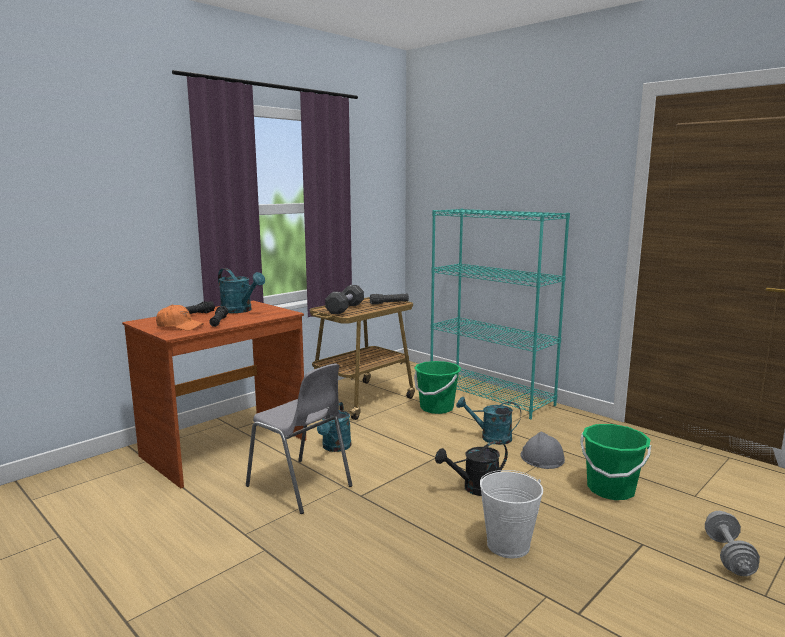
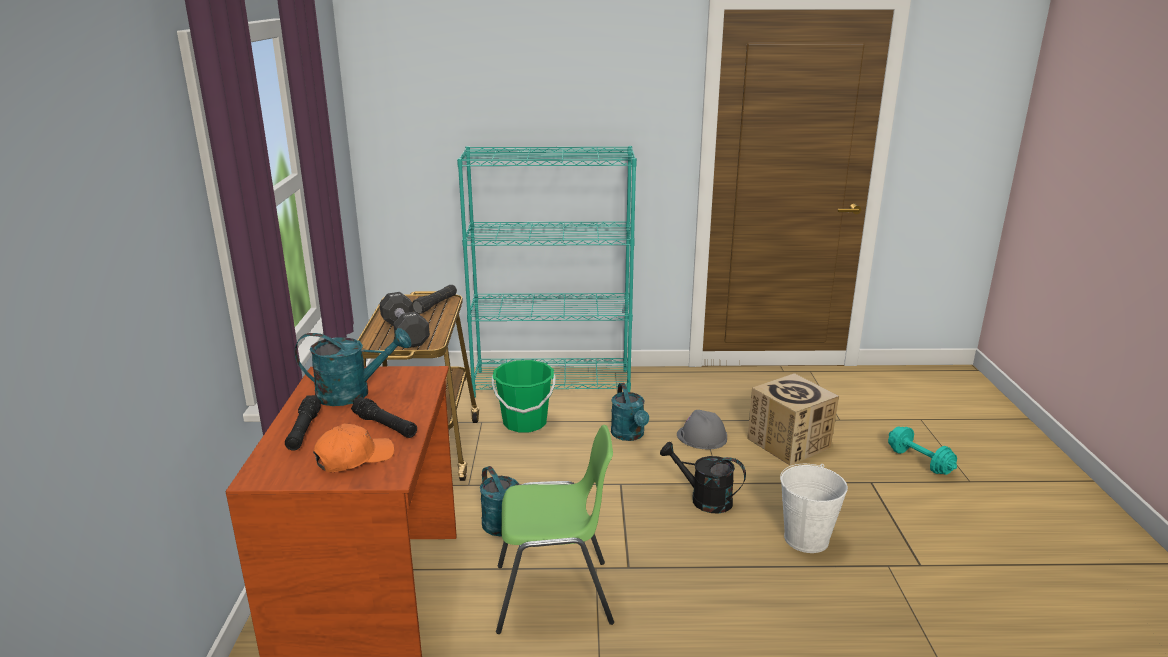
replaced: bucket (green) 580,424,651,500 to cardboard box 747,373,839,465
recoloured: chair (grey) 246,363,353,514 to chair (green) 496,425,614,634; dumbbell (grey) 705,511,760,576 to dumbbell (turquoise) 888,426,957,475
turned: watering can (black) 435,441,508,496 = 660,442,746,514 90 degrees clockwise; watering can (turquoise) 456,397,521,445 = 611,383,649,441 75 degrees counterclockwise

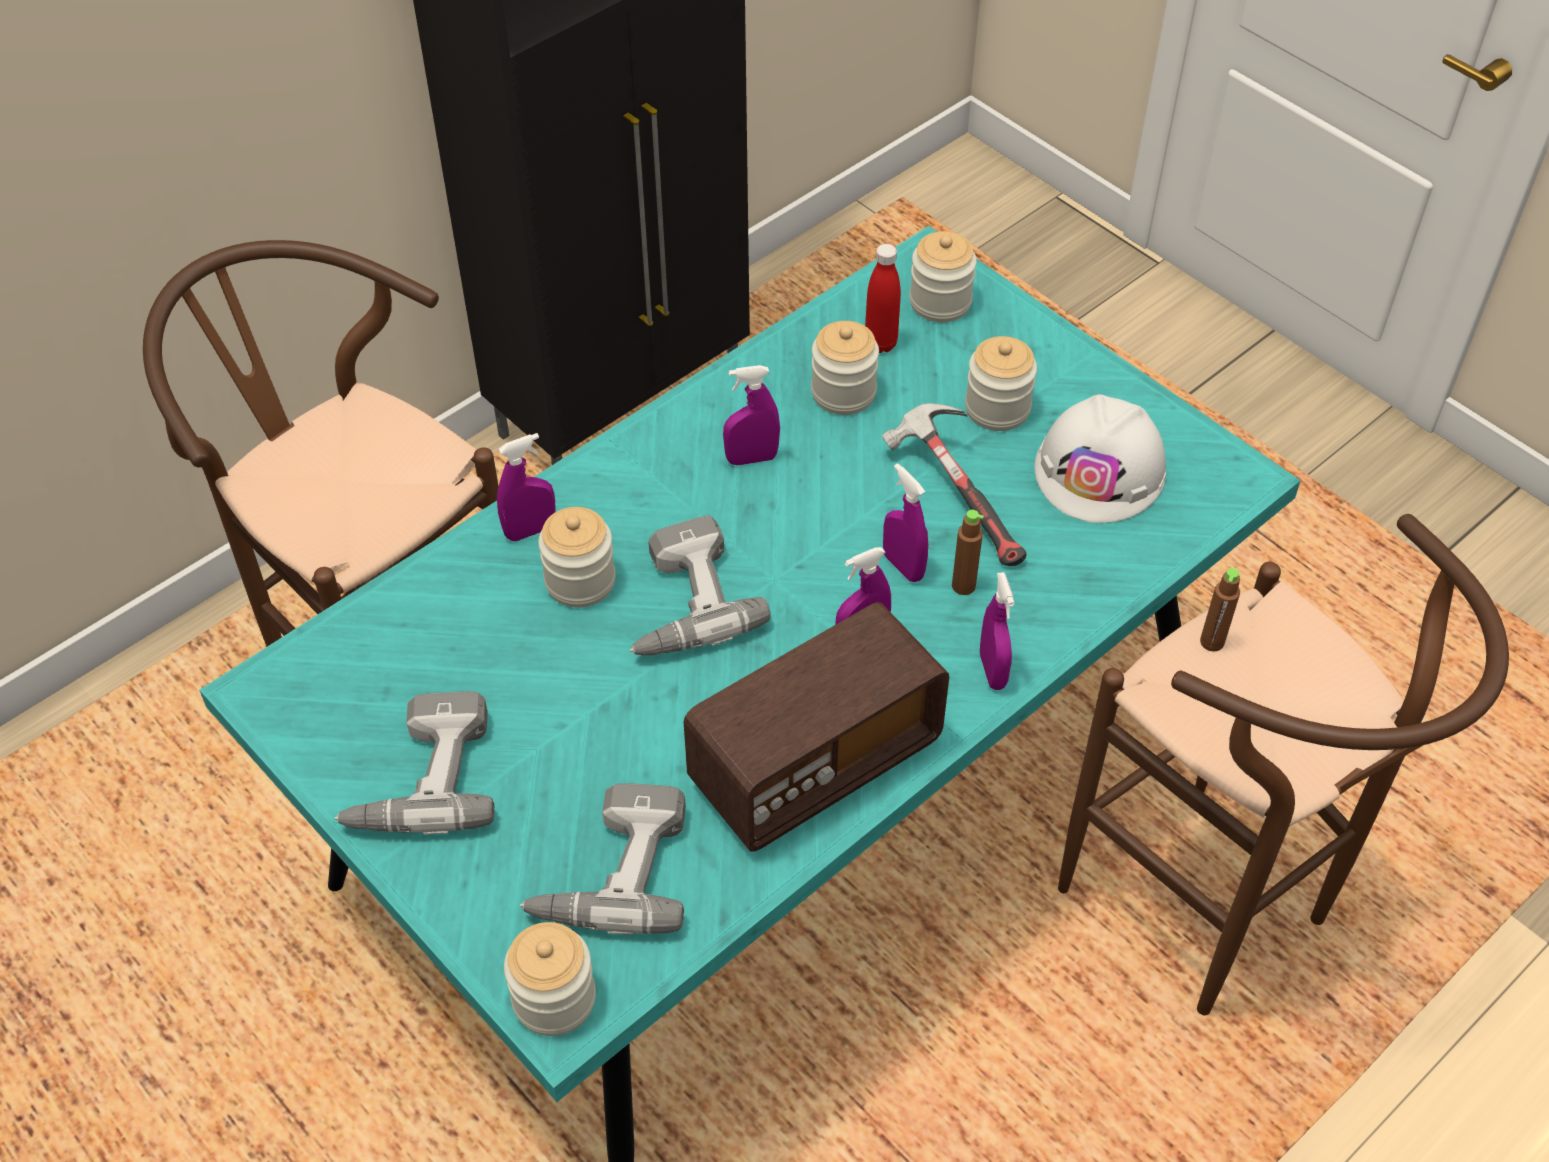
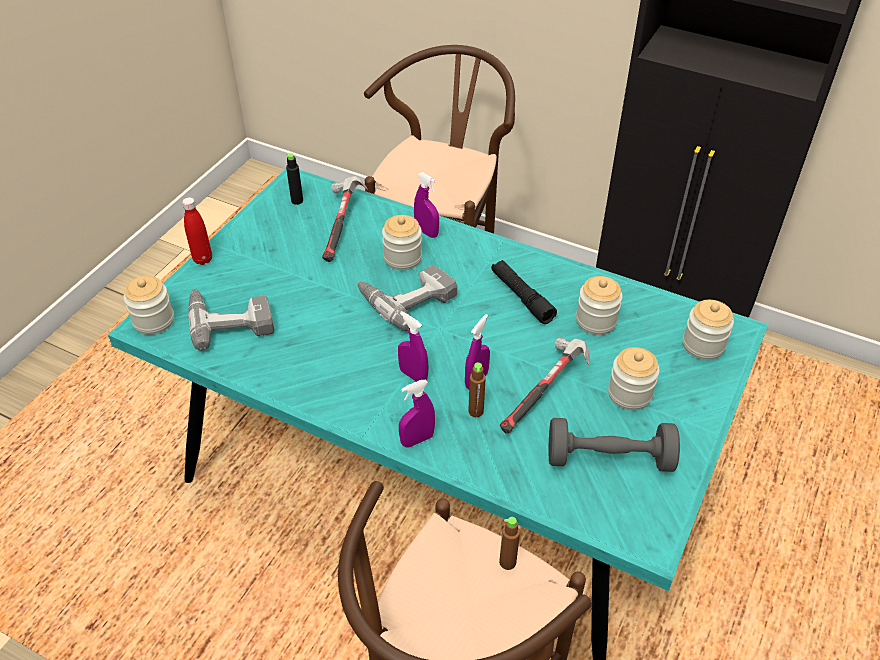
removed: power drill 334,691,494,835; radio 684,602,949,851
added: bottle (black) 286,153,303,205; hammer 322,176,368,262
moved: bottle (red) 865,244,901,353 to 182,197,212,265
replaced: spray bottle (purple) 723,365,780,465 to flashlight (black) 491,260,557,324; hard hat (white) 1034,394,1166,523 to dumbbell (grey) 549,418,680,472

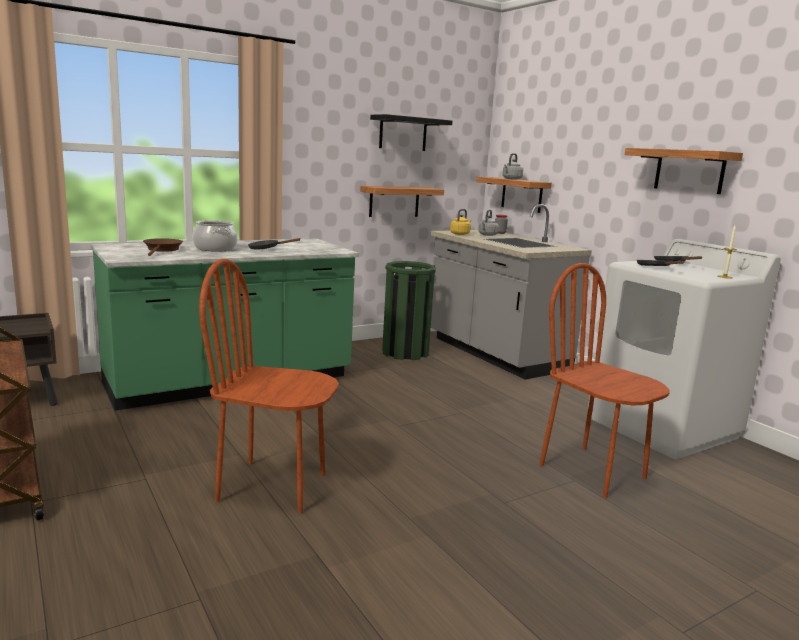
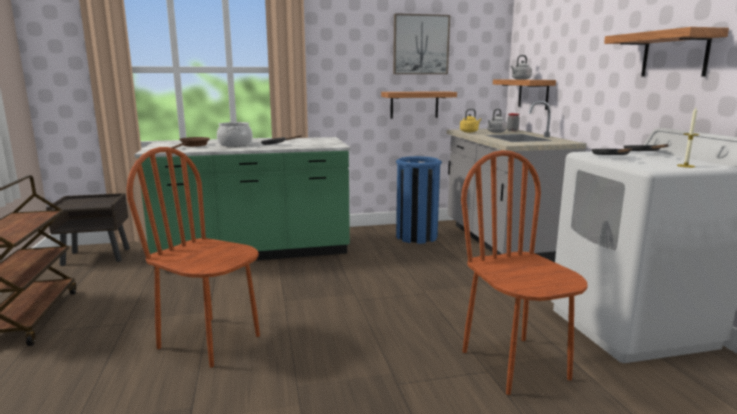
replaced: shelf (black) 370,114,452,151 to picture 393,13,450,74
recoloured: trash can (green) 382,261,436,360 to trash can (blue) 396,156,442,244

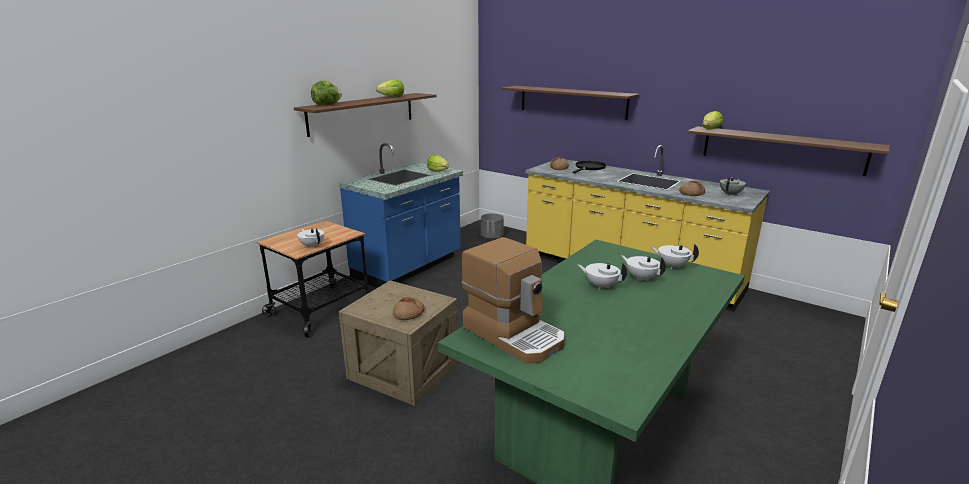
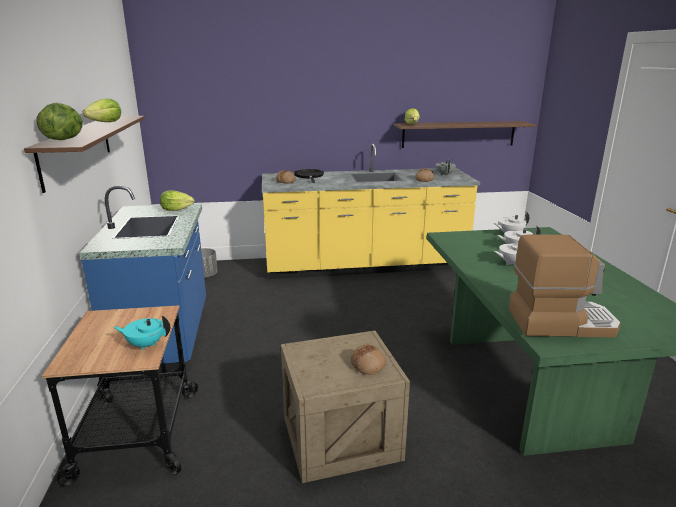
removed: shelf (brown) 501,86,640,120
recoloured: teapot (white) 297,228,324,248 to teapot (turquoise) 114,315,170,350

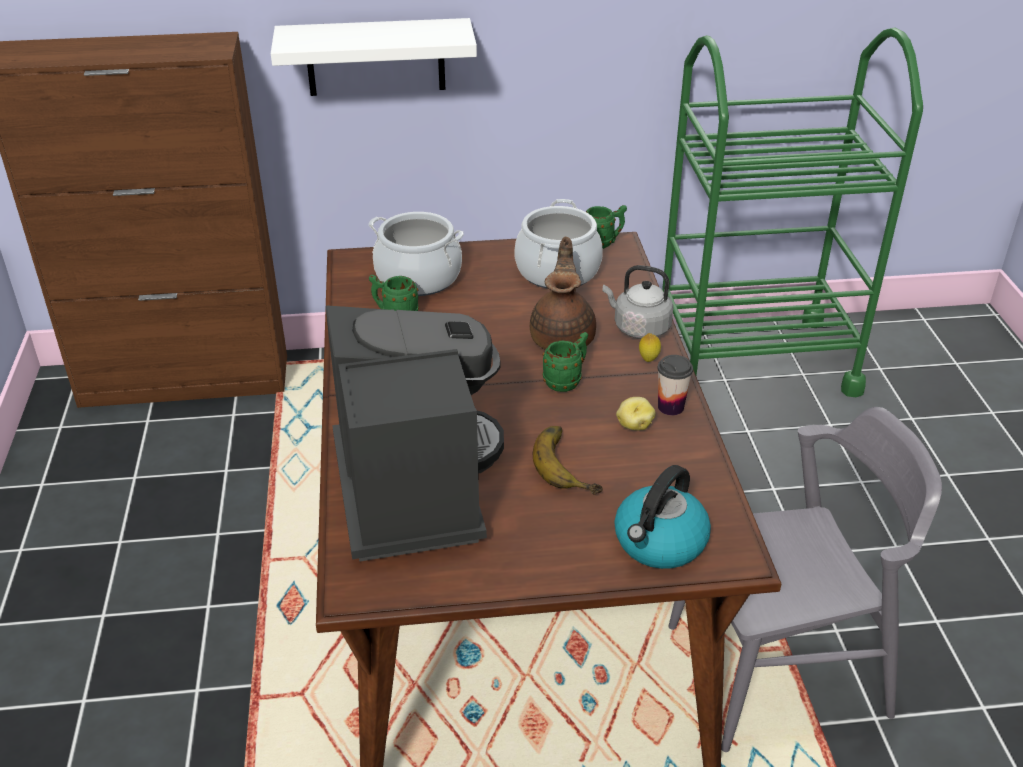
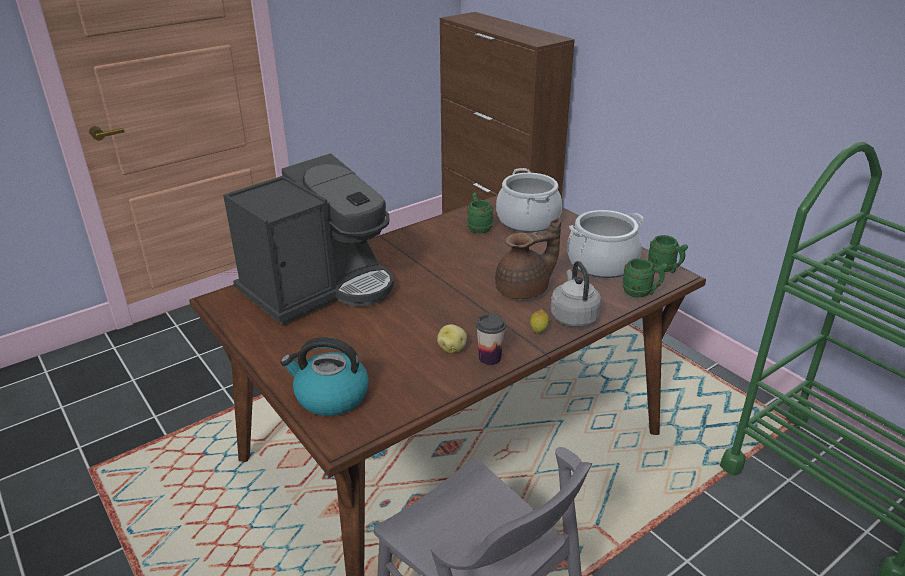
removed: shelf (white) 271,18,477,96; banana 533,426,603,495
moved: mug (green) 543,332,588,392 to 622,258,668,297

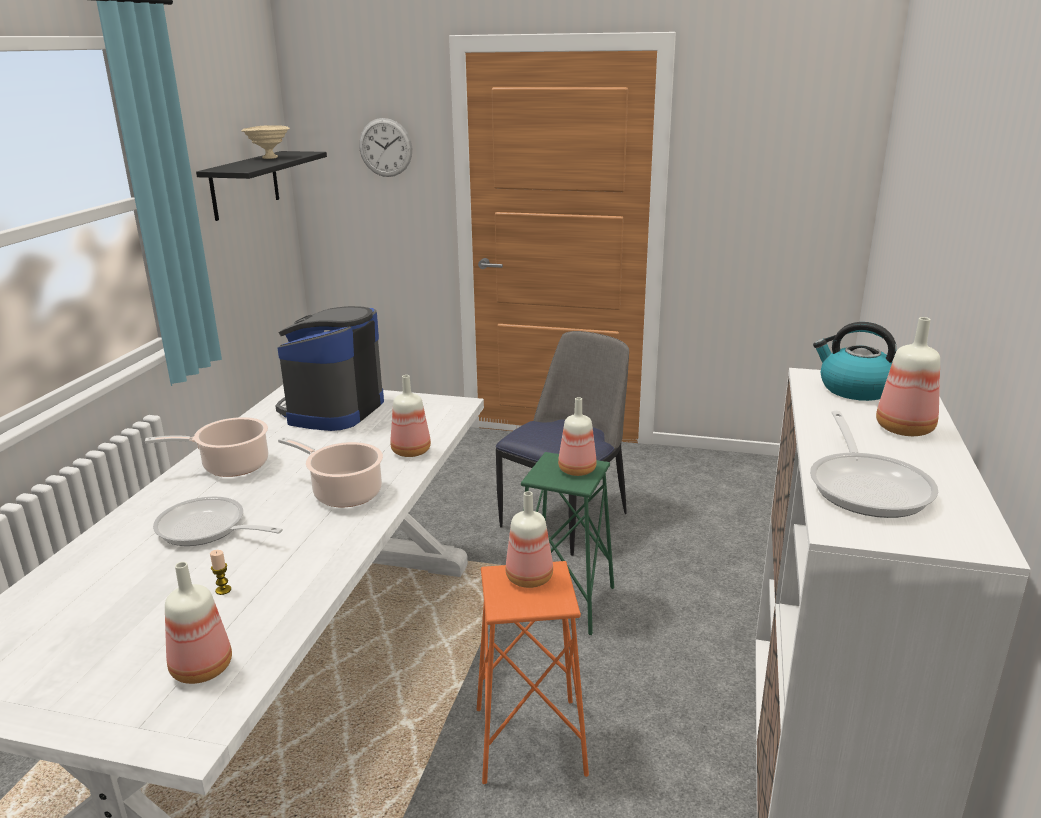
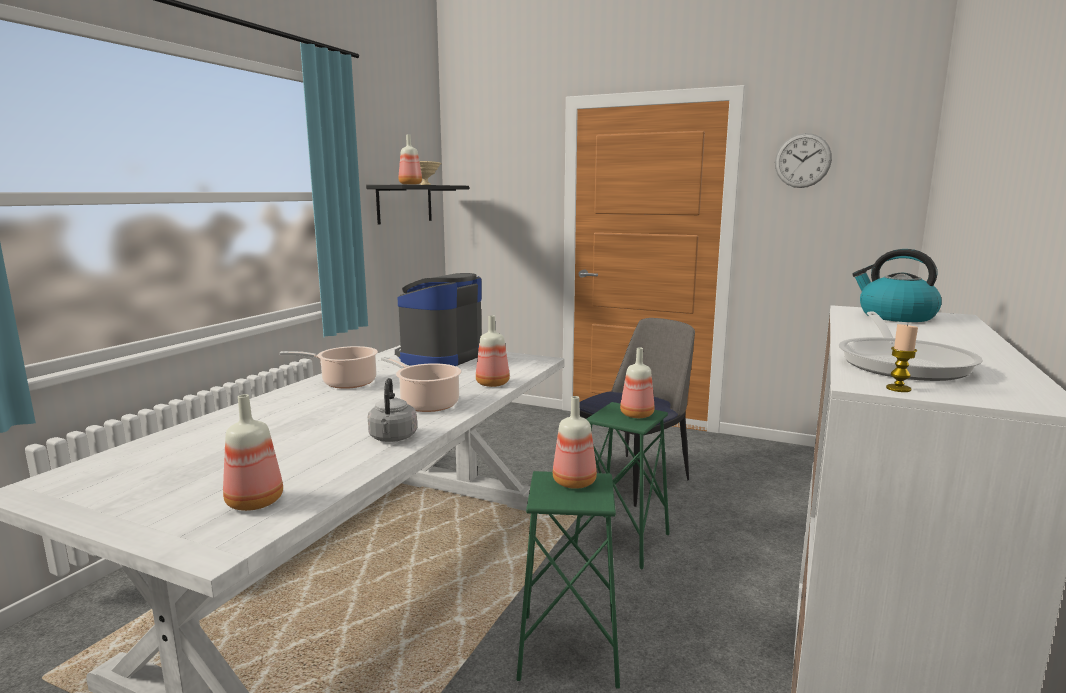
removed: frying pan 153,496,283,546
added: kettle (grey) 368,378,417,442
moved: candle 210,550,231,595 to 886,324,918,392; wall clock 359,118,412,177 to 775,133,832,188; bottle 876,317,940,436 to 399,134,422,185
recoloured: stool (orange) 477,561,589,784 to stool (green) 516,471,620,689

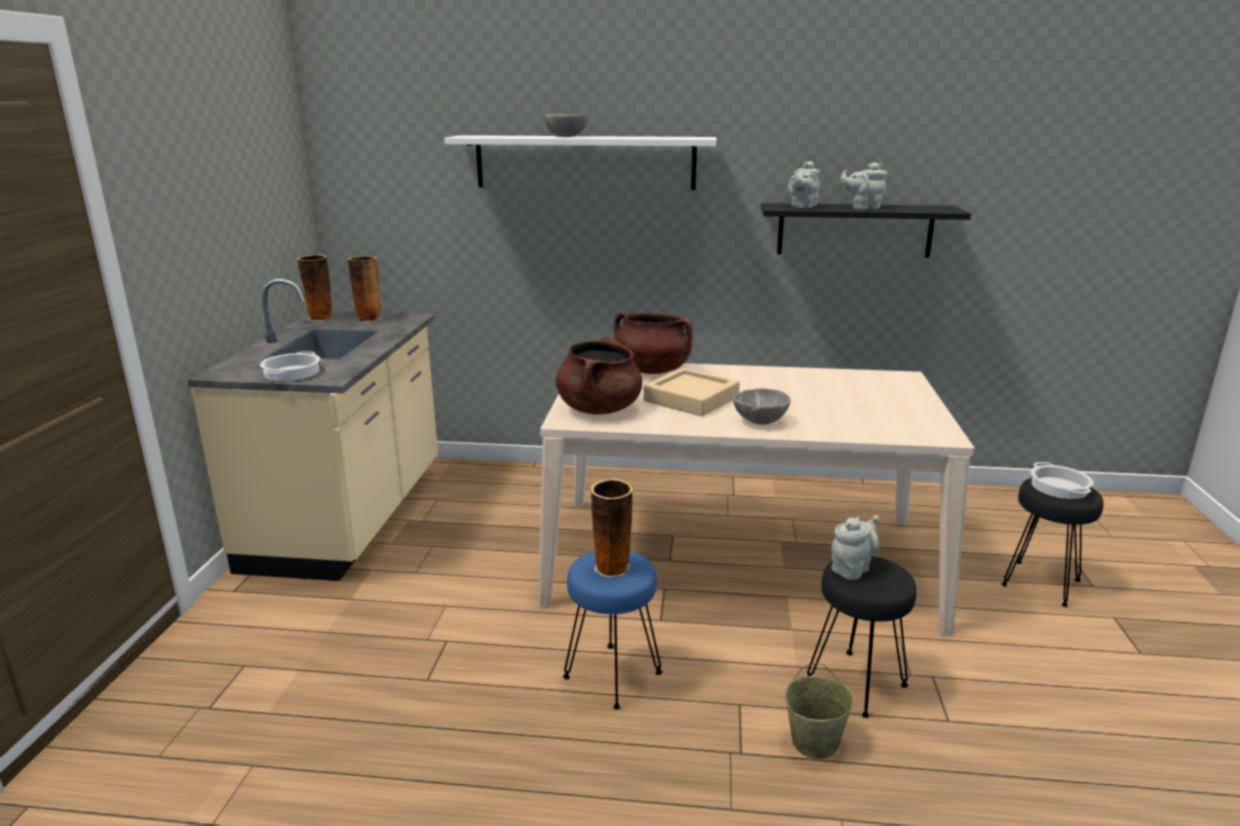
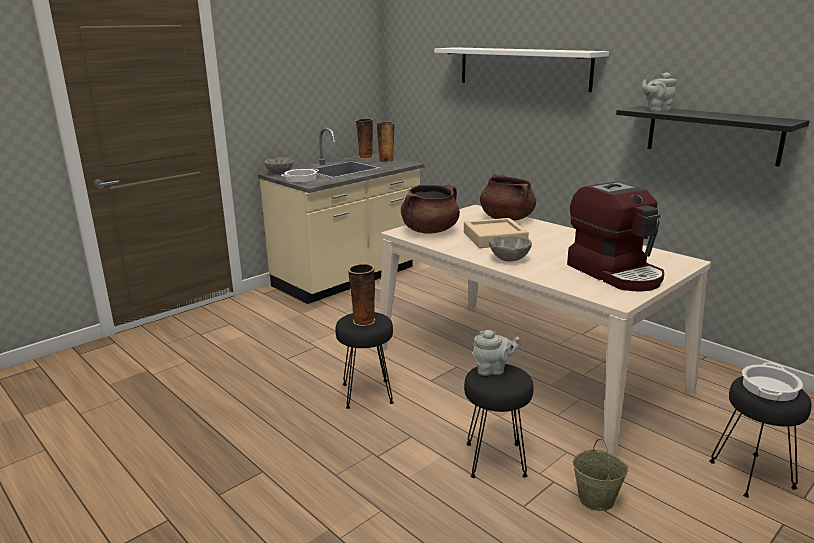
removed: teapot (grey) 841,162,887,210
added: coffee machine 567,181,664,292
moved: bowl (grey) 543,113,589,137 to 264,157,293,175; bucket (beige) 785,664,854,759 to 573,439,629,511
recoloured: stool (blue) 563,551,662,710 to stool (black) 335,312,394,409

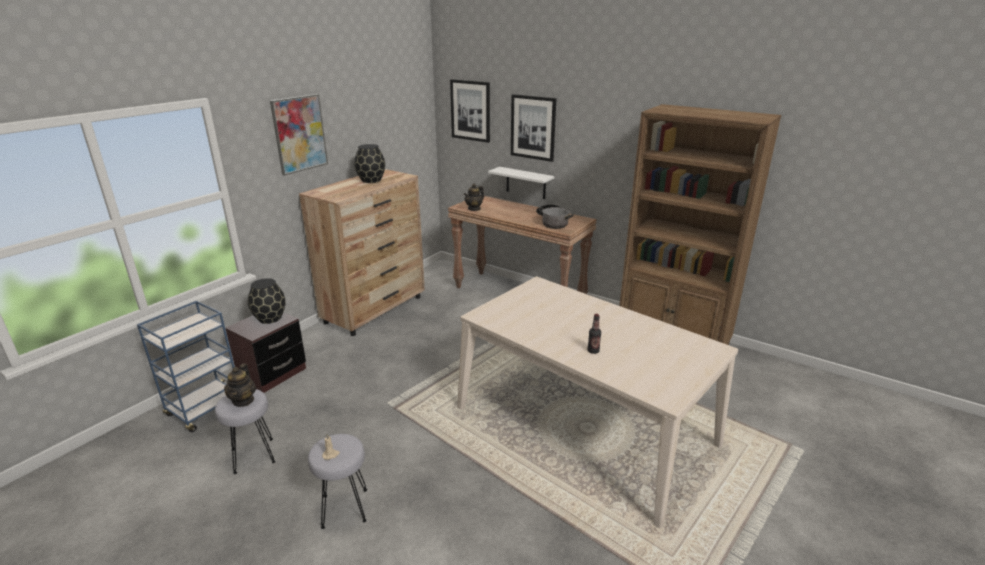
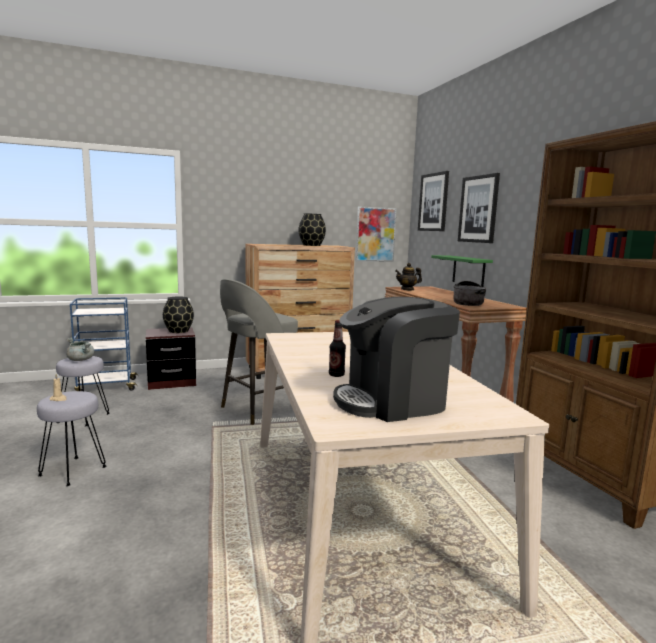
added: stool (grey) 220,279,298,425; coffee machine 333,297,460,422
moved: picture 270,94,328,175 to 356,206,397,262
replaced: teapot 224,364,256,407 to cooking pot (grey) 66,338,94,361
recoloured: shelf (white) 488,167,554,199 to shelf (green) 431,255,493,287

